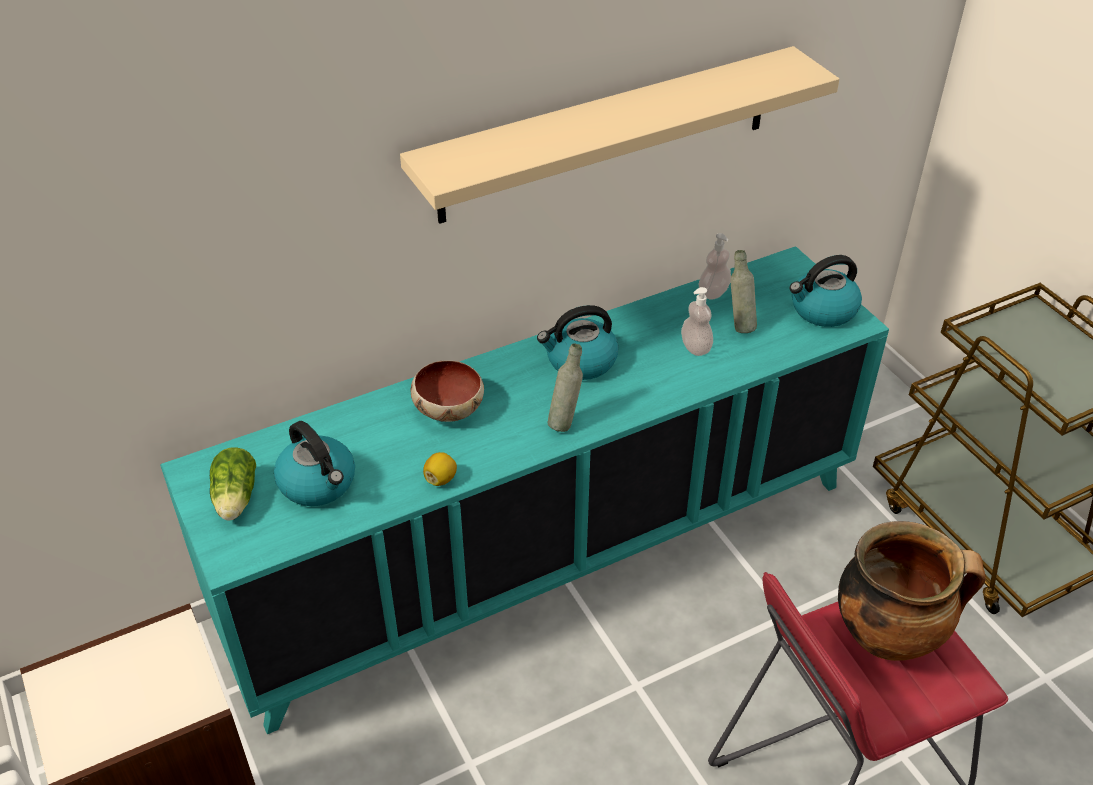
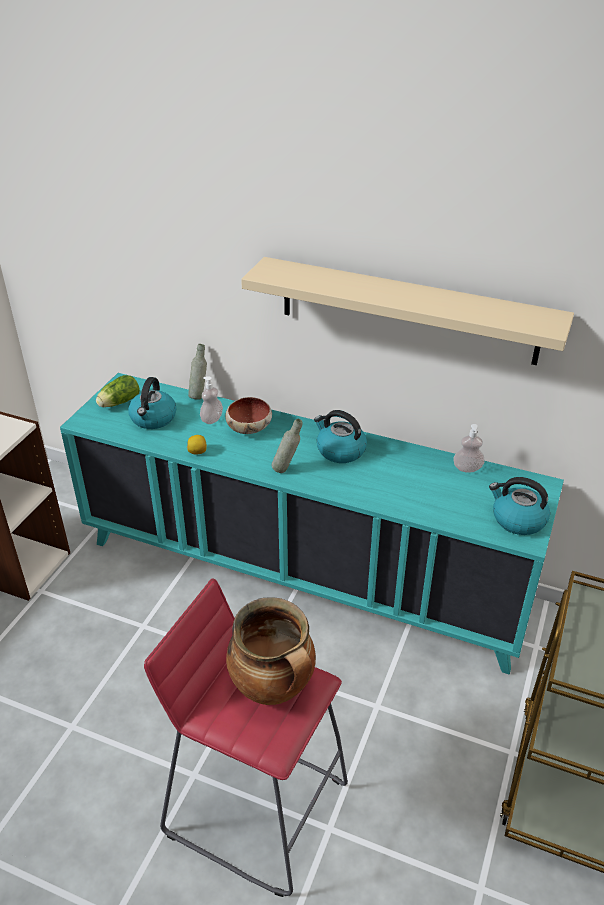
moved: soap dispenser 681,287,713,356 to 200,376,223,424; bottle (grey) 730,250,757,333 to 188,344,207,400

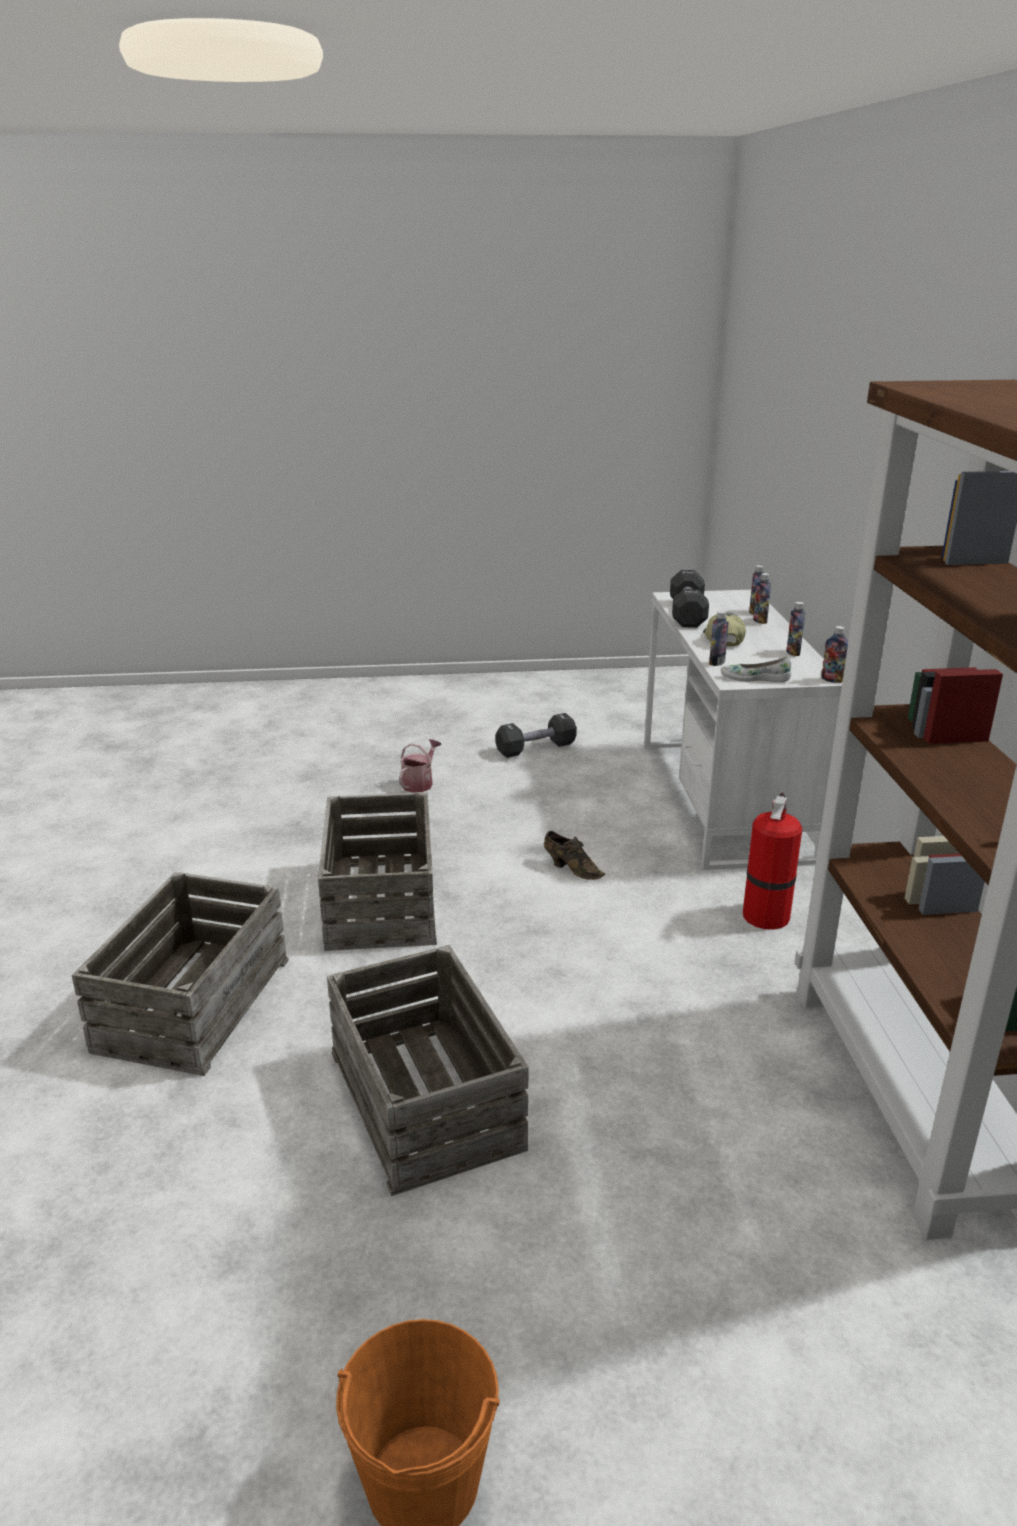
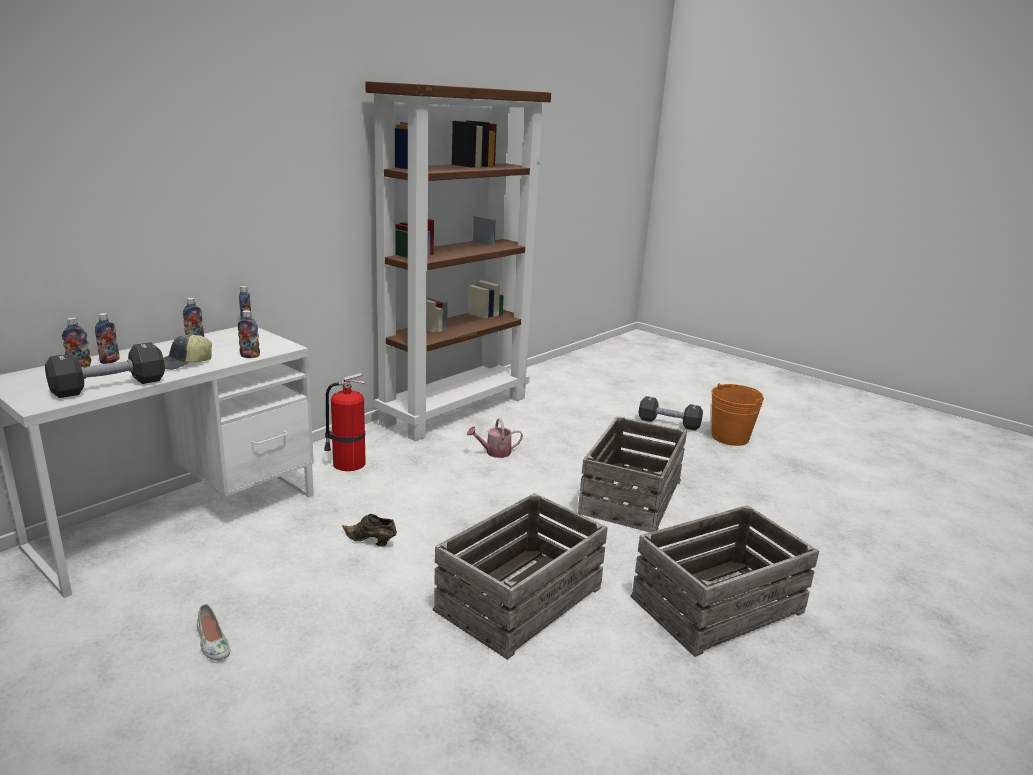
moved: watering can 399,739,441,793 to 467,418,523,458; dumbbell (black) 495,713,577,758 to 639,396,703,430; shoe (white) 721,657,791,682 to 197,604,230,660
turned: shoe (brown) 544,831,605,880 = 342,514,397,546 60 degrees counterclockwise

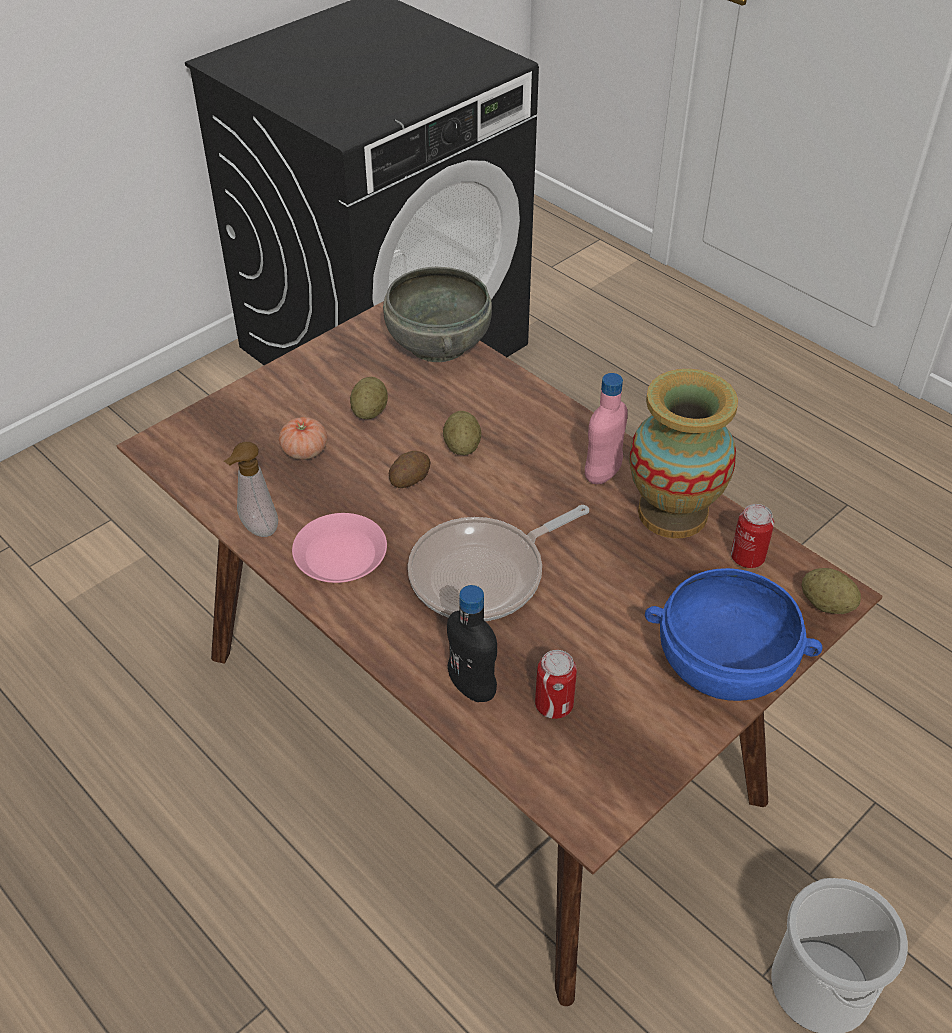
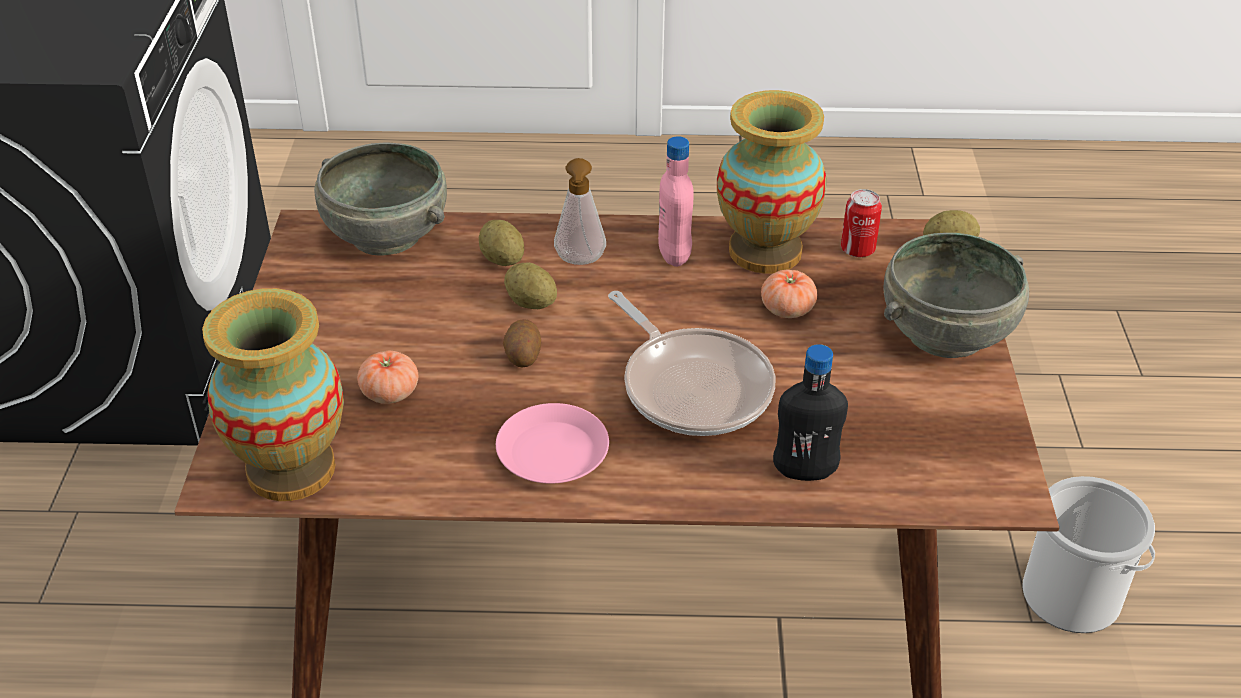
removed: can 535,650,577,719
added: vase 202,288,344,501; tomato 761,270,817,318
moved: soap dispenser 224,442,278,537 to 554,158,606,265; potato 350,377,388,419 to 479,220,524,266
recoloured: bowl (blue) 645,568,822,701 to bowl (grey) 884,233,1029,358
turned: frying pan 408,505,589,621 = 608,291,776,436 45 degrees counterclockwise

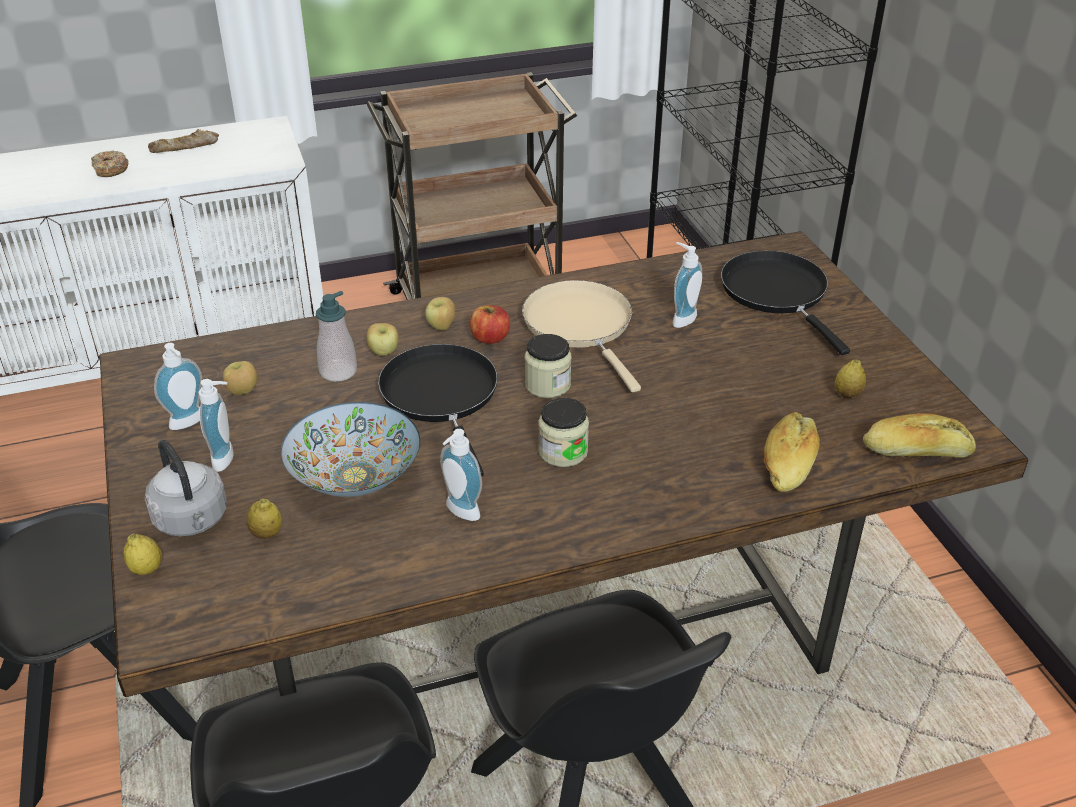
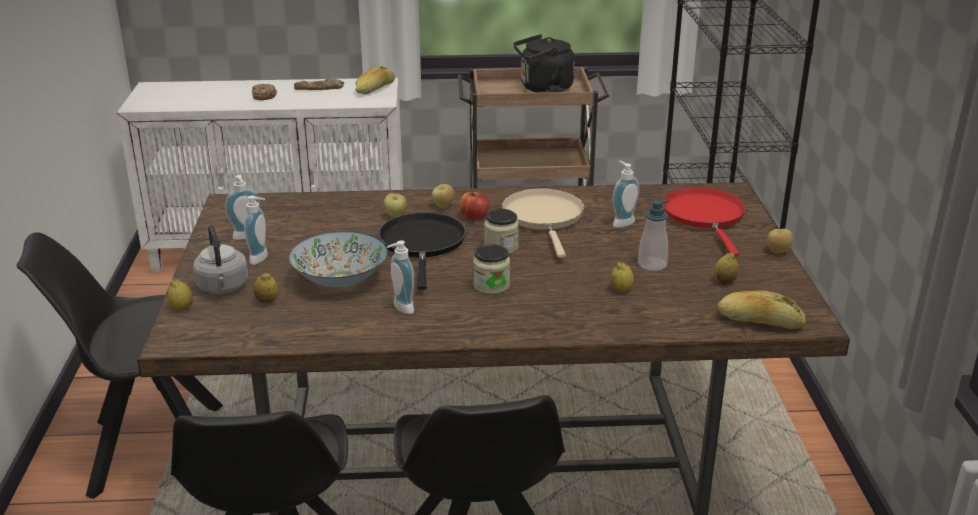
added: kettle (black) 513,34,575,93; lemon 610,262,634,292
moved: apple 223,361,257,395 to 767,229,793,253; soap dispenser 316,291,357,382 to 638,200,669,271; bread 764,412,820,492 to 355,66,395,95
recoloured: frying pan (black) 721,251,850,355 to frying pan (red) 662,187,746,257

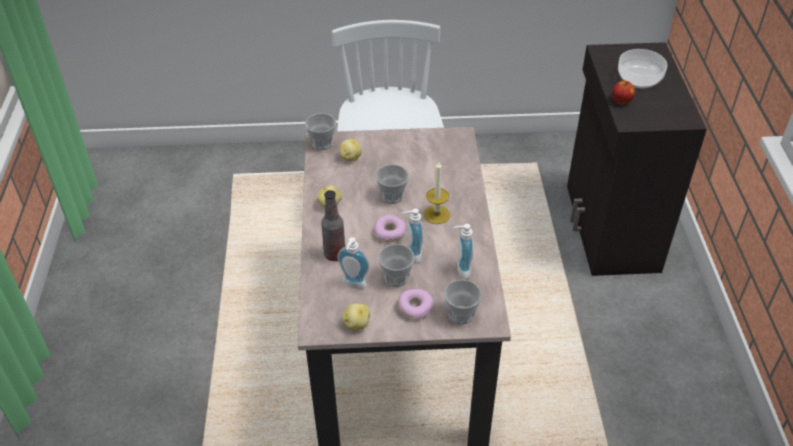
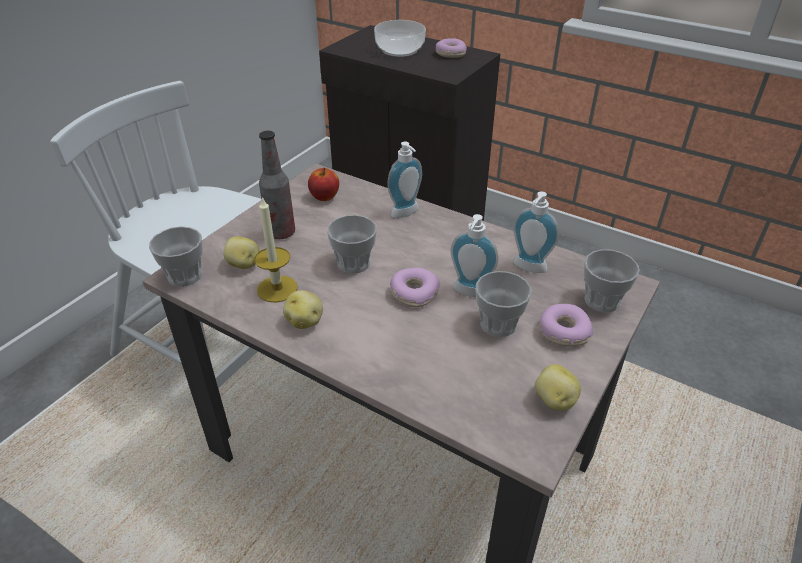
added: donut 436,38,467,58
moved: bottle 321,190,345,261 to 259,131,295,239; soap dispenser 338,237,370,289 to 387,142,422,218; candle 424,161,450,224 to 254,196,298,303; apple 612,81,635,104 to 308,168,339,201

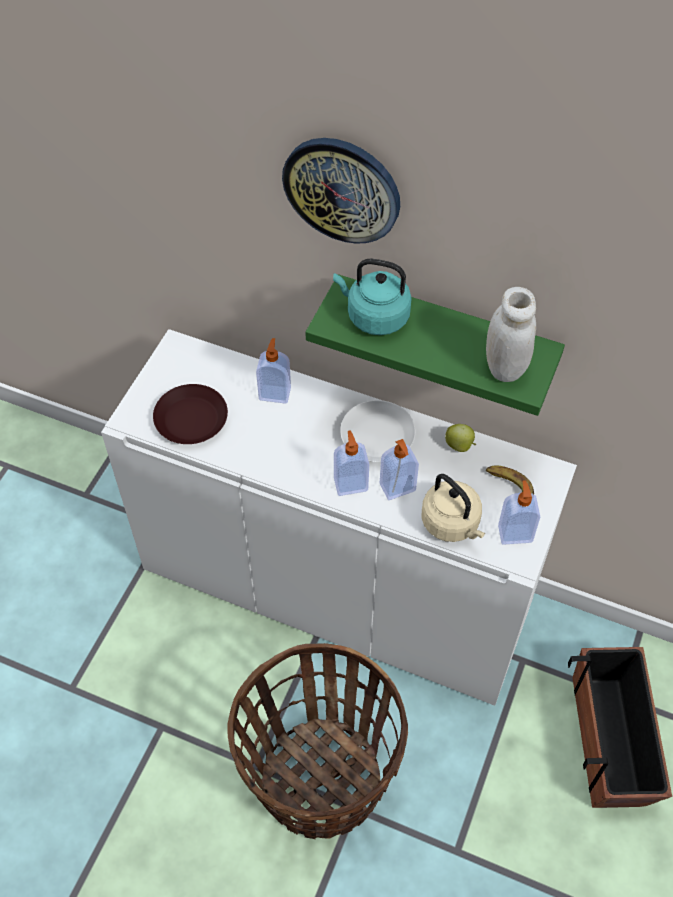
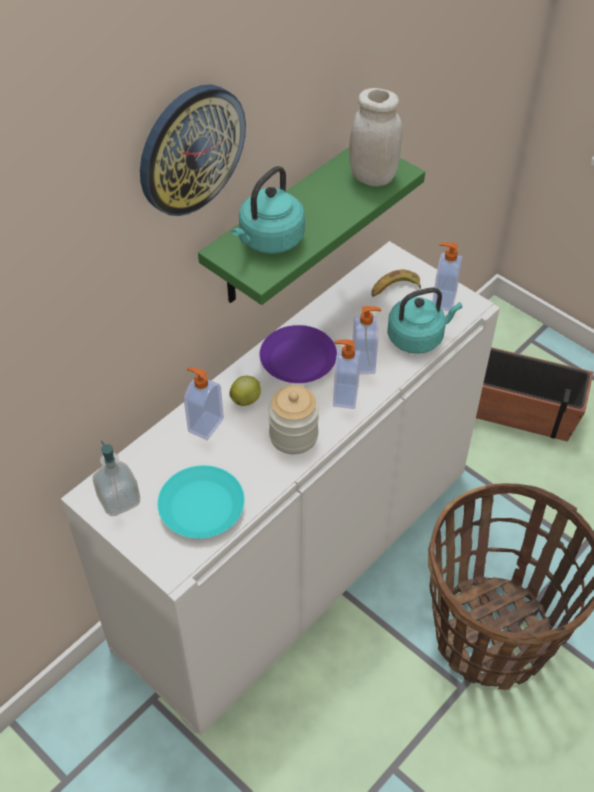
added: soap dispenser 93,441,140,516; jar 268,385,319,454
moved: apple 445,424,476,452 to 229,376,261,406
recoloured: plate (brown) 153,384,228,444 to plate (turquoise) 158,465,245,538; plate (white) 340,400,416,462 to plate (purple) 260,325,337,383; kettle (beige) 421,474,485,542 to kettle (turquoise) 387,287,462,354

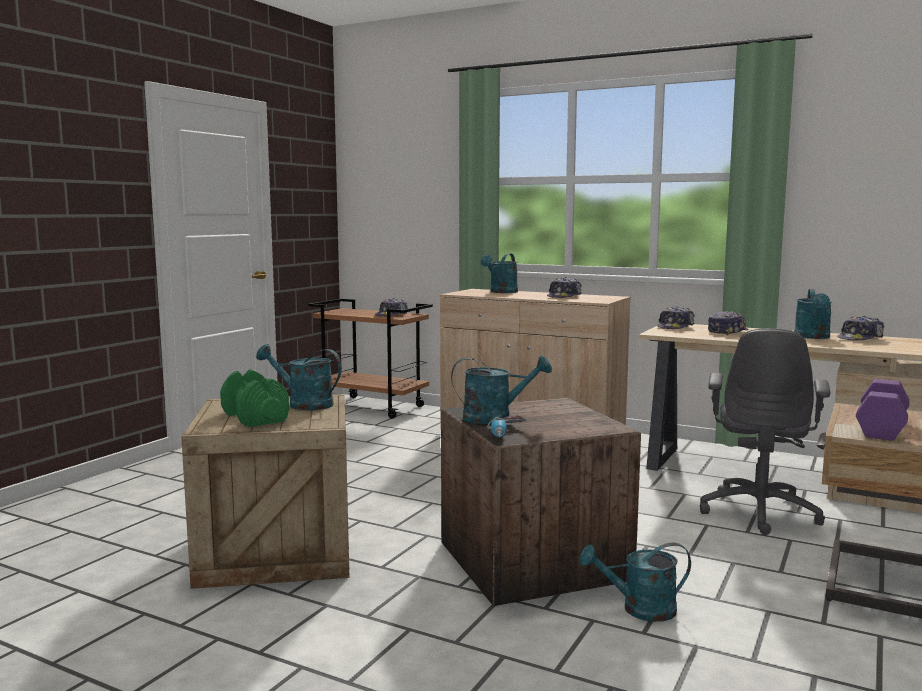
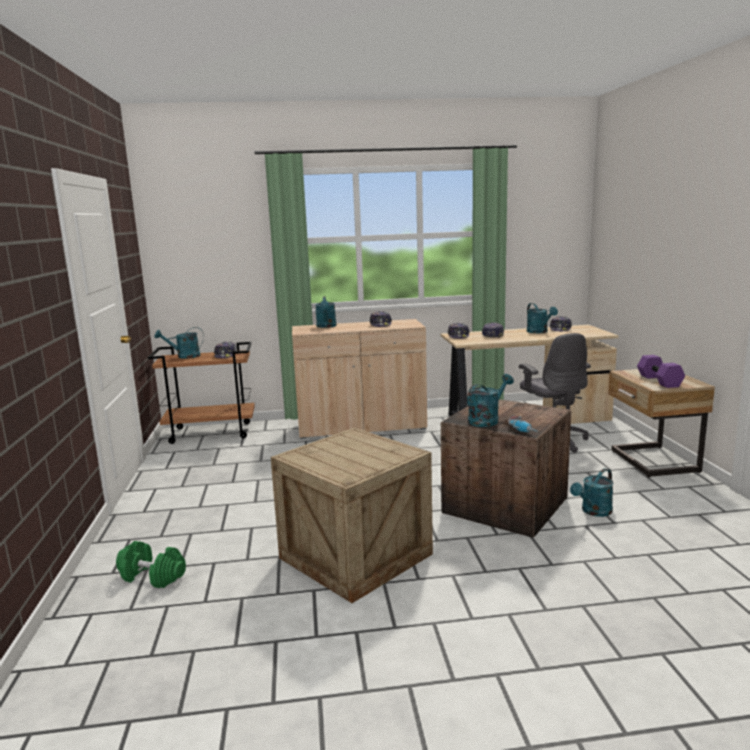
moved: dumbbell (green) 220,369,289,427 to 116,541,186,588; watering can (turquoise) 256,344,342,410 to 154,327,204,359

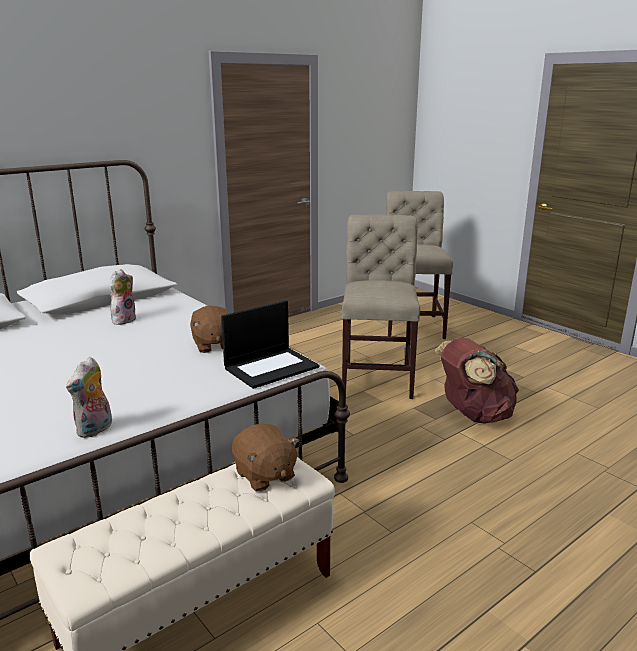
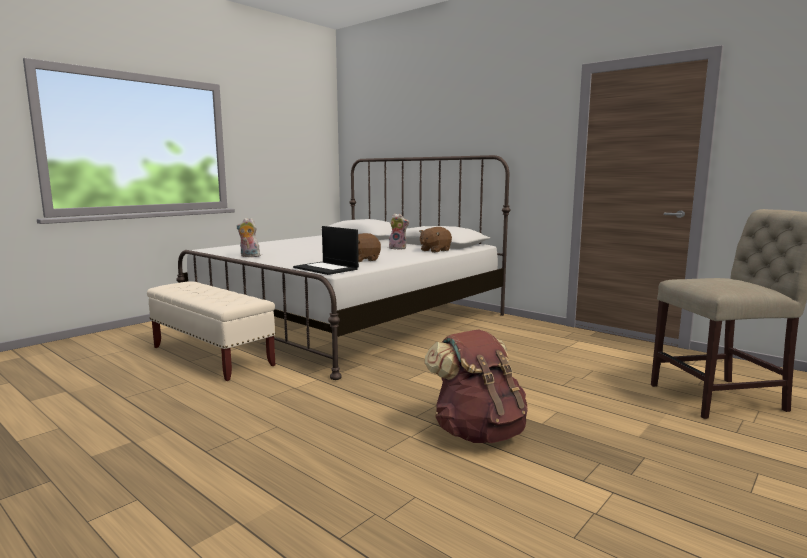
removed: chair (beige) 342,215,420,399
moved: plush toy (brown) 232,424,299,492 to 419,227,452,253

